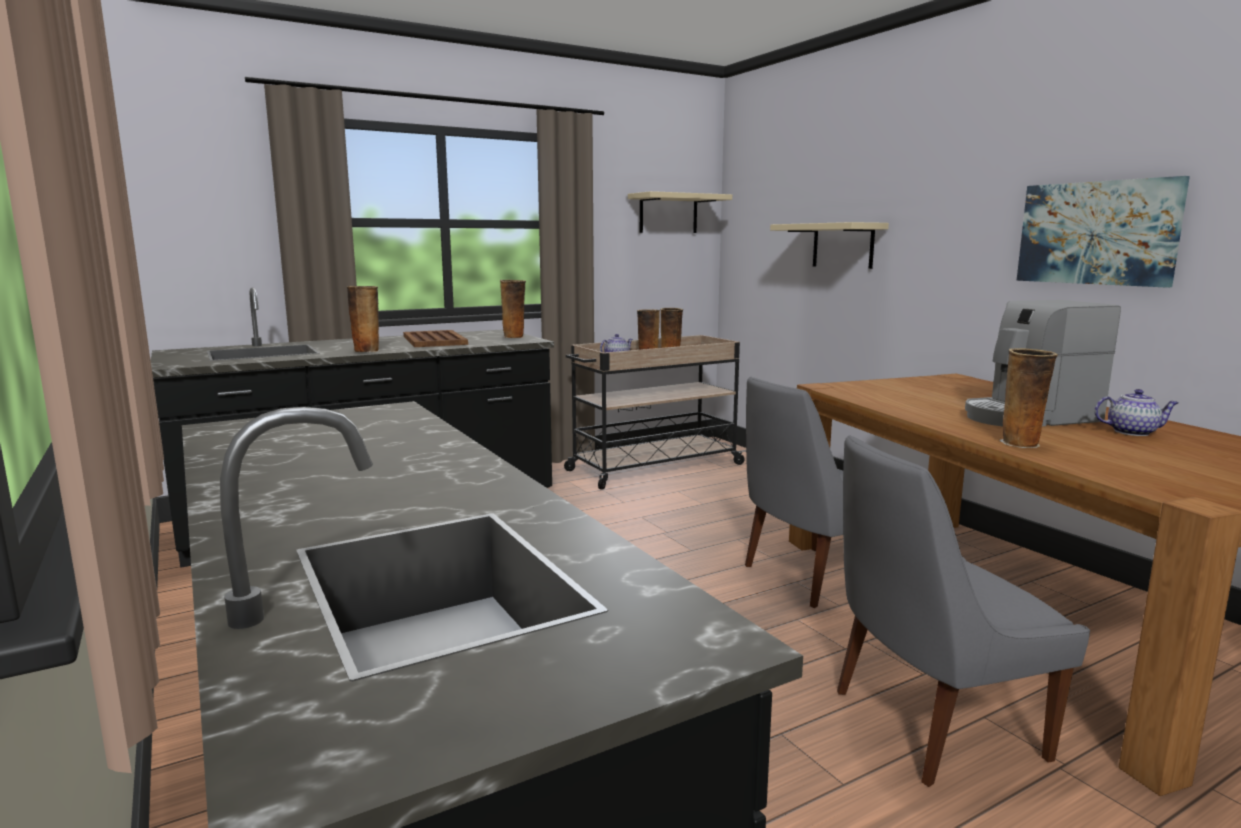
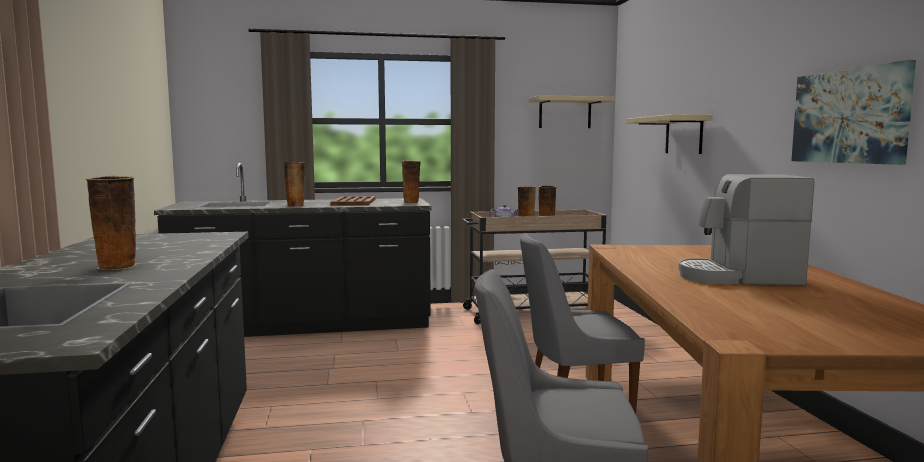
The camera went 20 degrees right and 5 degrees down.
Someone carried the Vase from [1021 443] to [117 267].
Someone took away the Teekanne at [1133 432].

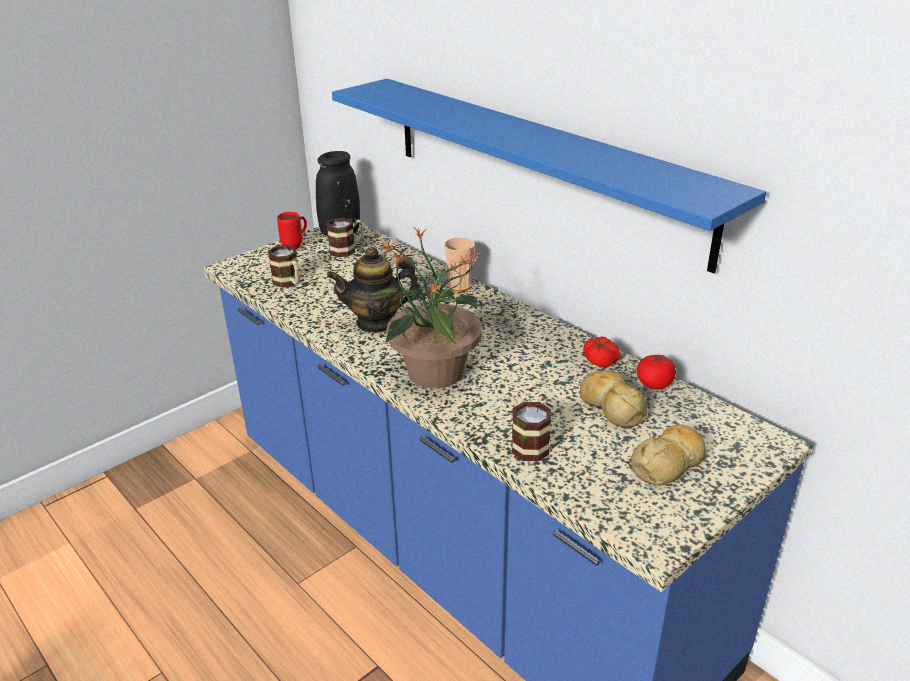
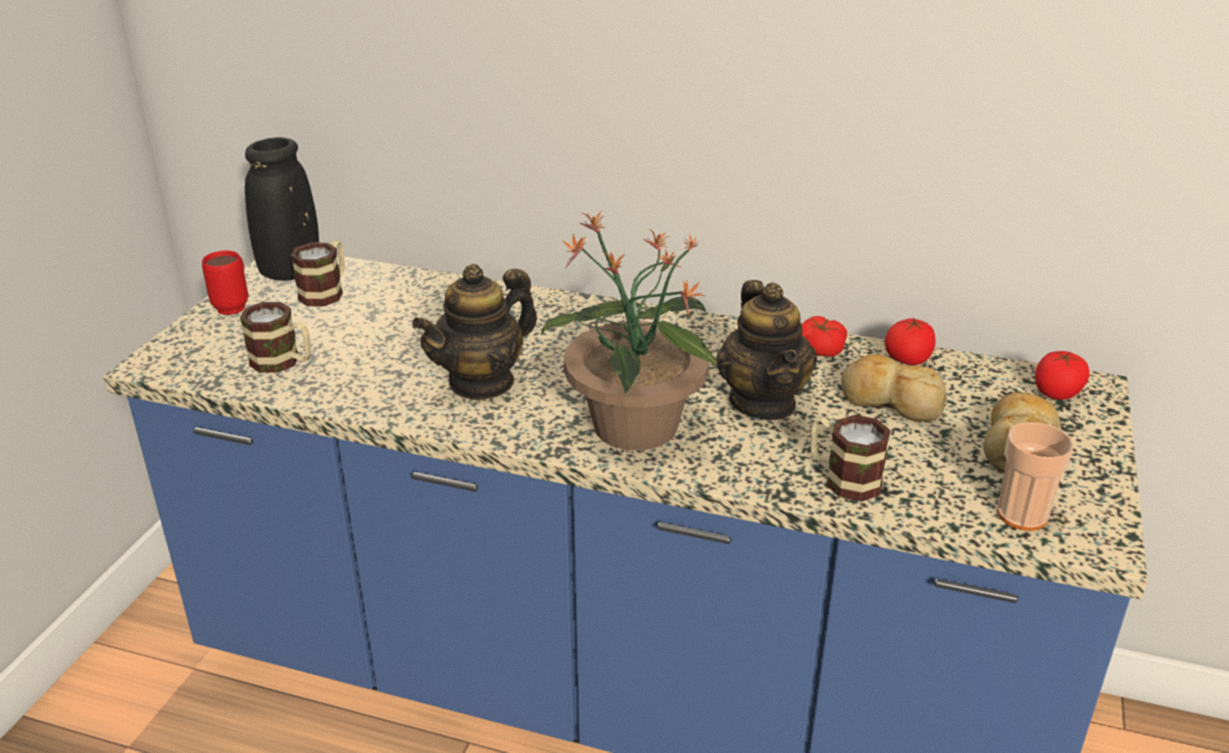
The camera went 30 degrees left and 0 degrees up.
Someone took away the Wandregal/blau at [539 165].
Someone carried the Tasse from [459 285] to [1022 515].
Someone put down the Teekanne at [763 402].
Someone put down the Tomate at [1056 393].

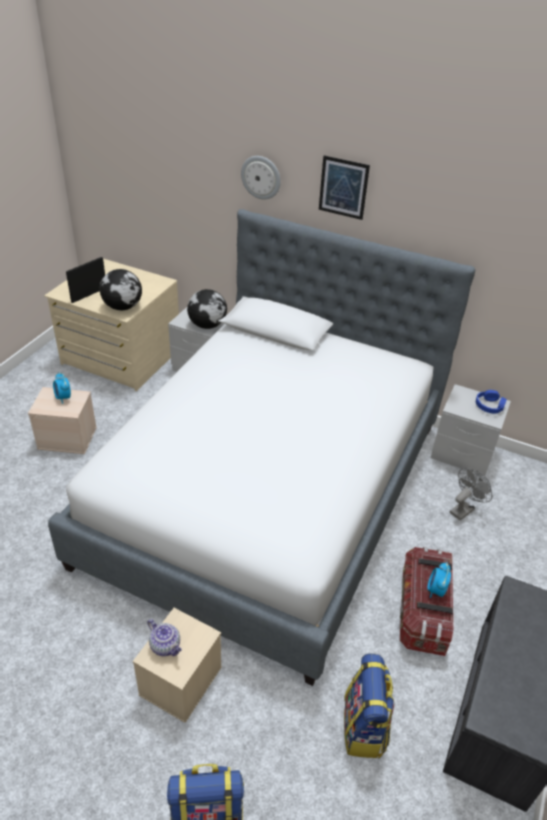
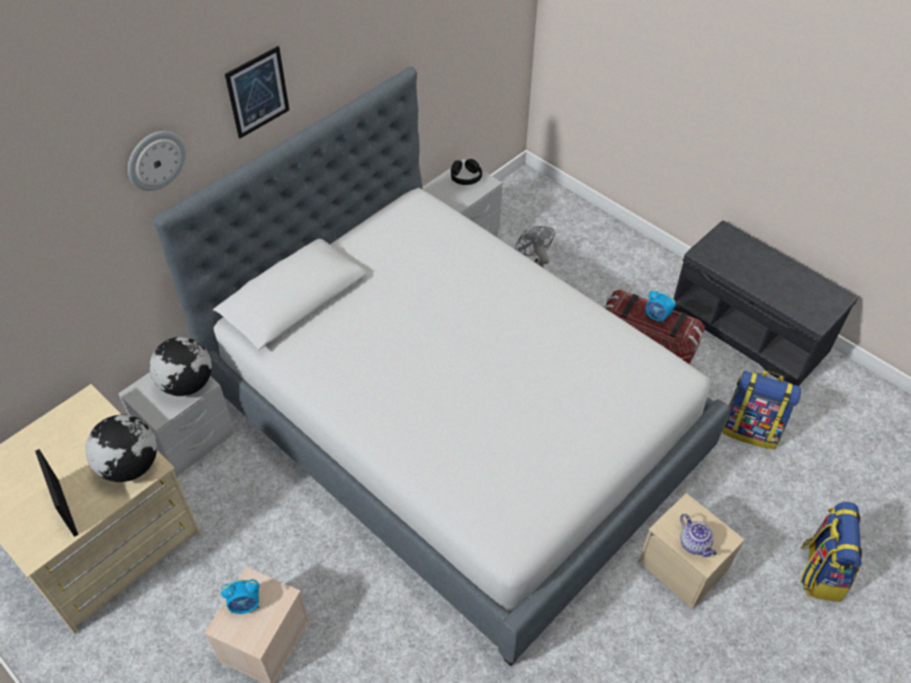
The camera went 70 degrees left and 10 degrees up.
Someone repainted the Kopfhörer/blau at [489 406], which became the Kopfhörer/schwarz at [466 177].
Someone rotated the Teekanne at [166 646] by 90 degrees clockwise.

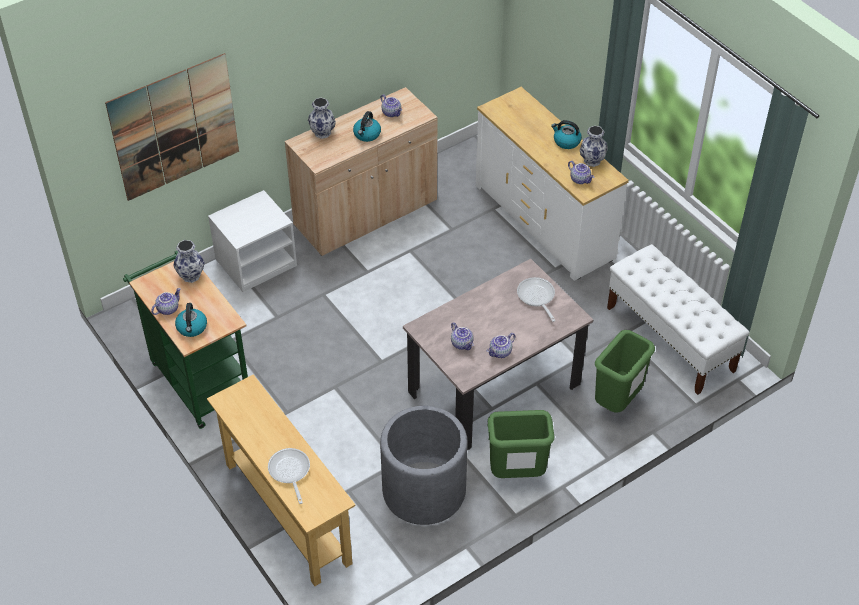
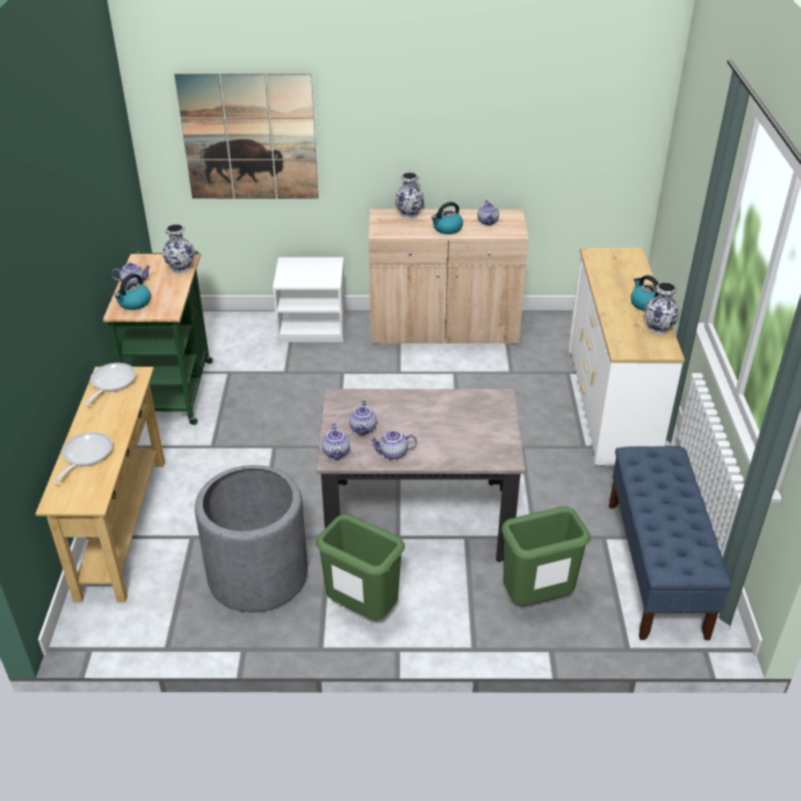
The camera went 35 degrees right and 10 degrees down.
Someone carried the Teekanne from [580 179] to [337 452].
Someone repainted the Bank/weiß at [670 339], which became the Bank/blau at [656 568].
Someone carried the Pfanne from [536 297] to [111 383].

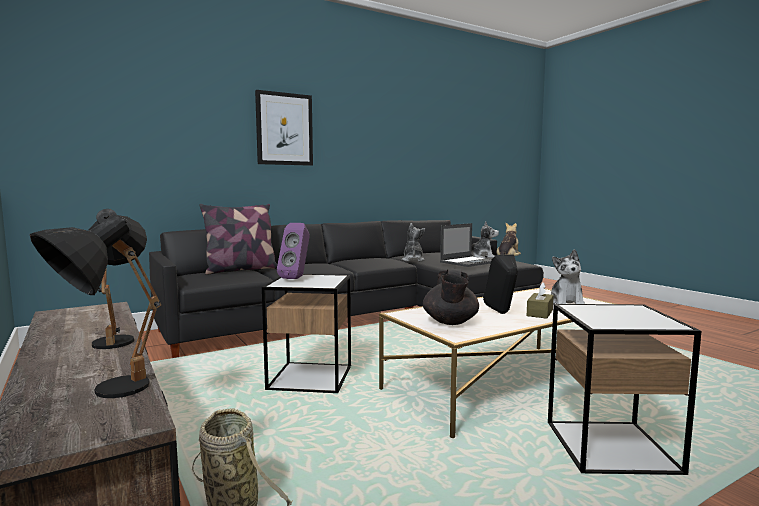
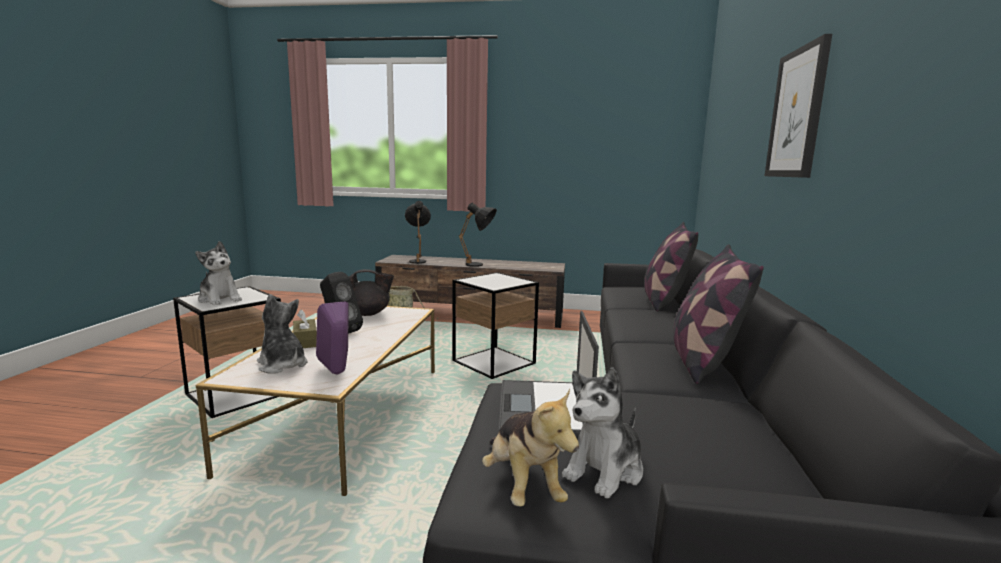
The camera went 130 degrees right and 5 degrees up.
Someone carried the Lautsprecher/lila from [296 278] to [337 373].
Someone carried the Plüschtier from [412 260] to [220 299].
Someone rotated the Teekanne/schwarz at [450 322] by 120 degrees clockwise.
Someone put down the Kissen at [702 362].

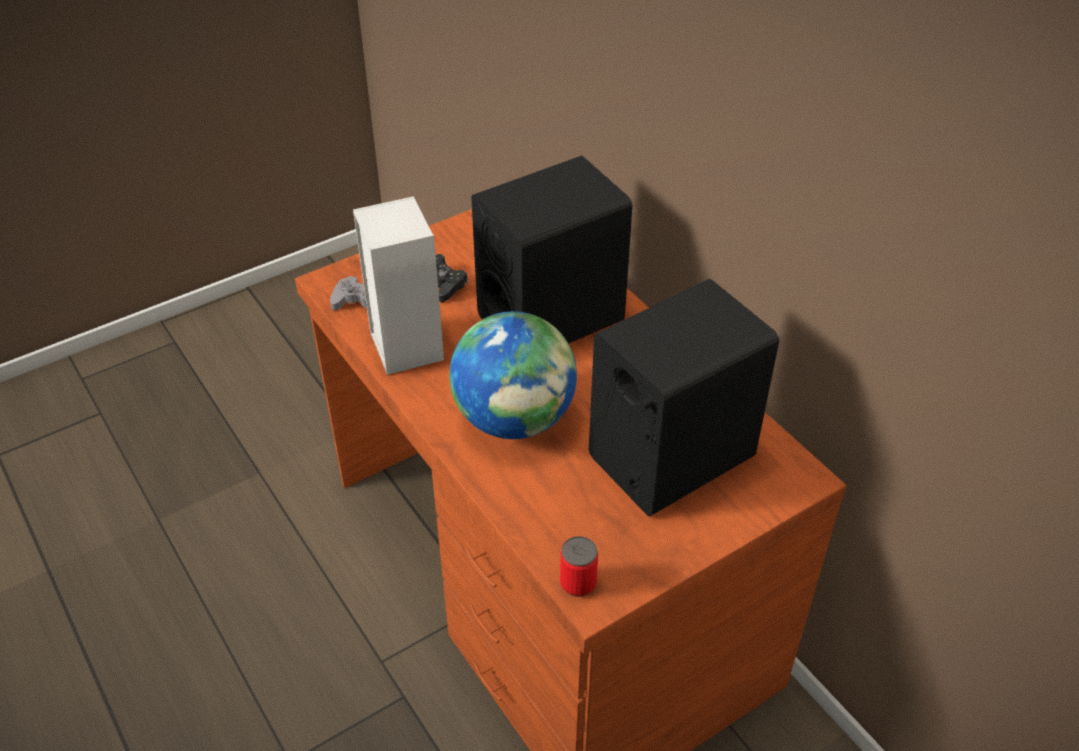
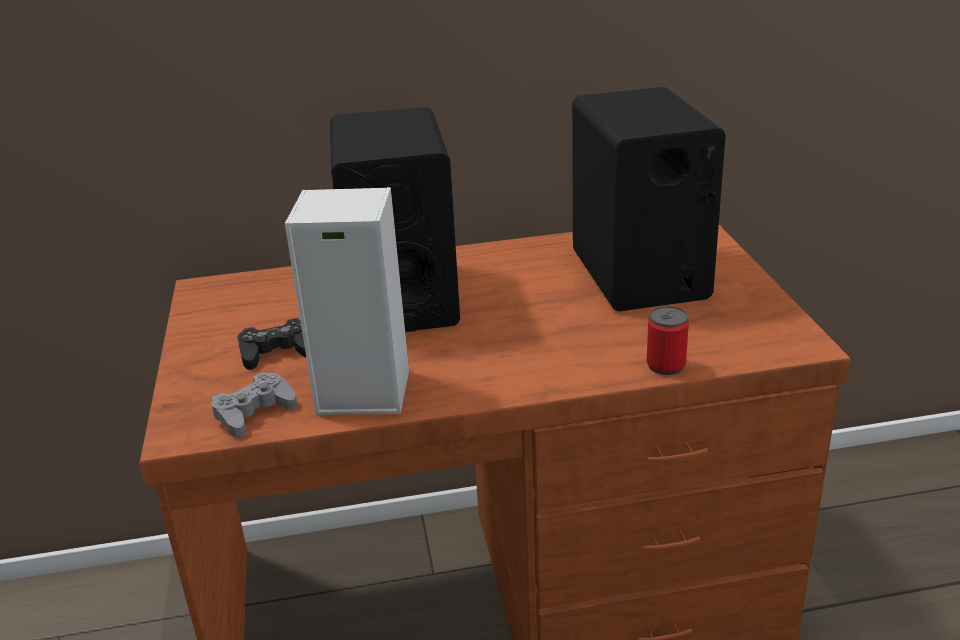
The camera went 65 degrees left and 15 degrees down.
Someone took away the Globus at [514 419].
Someone carried the Dose from [578 583] to [665 365].

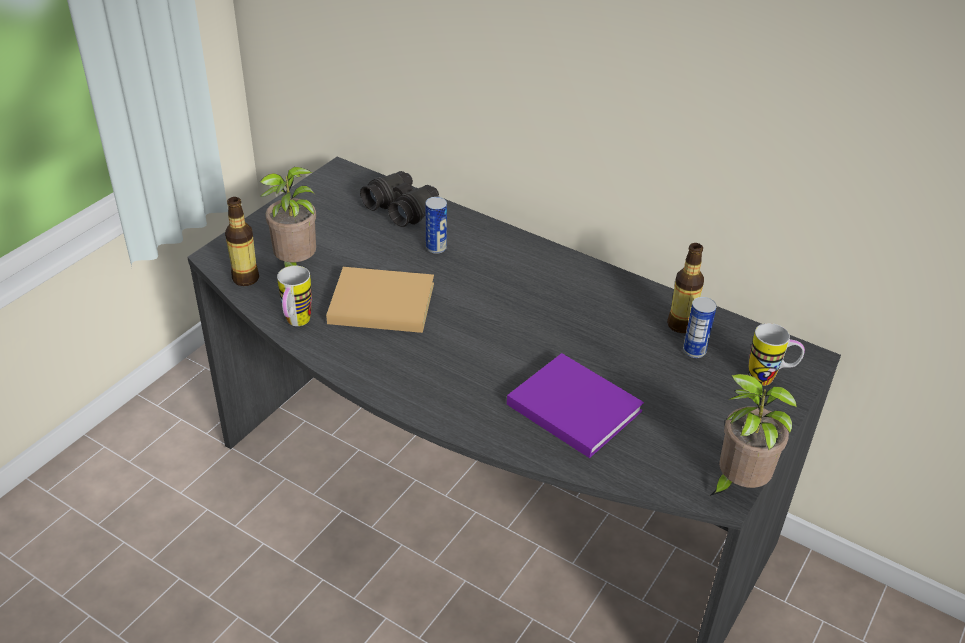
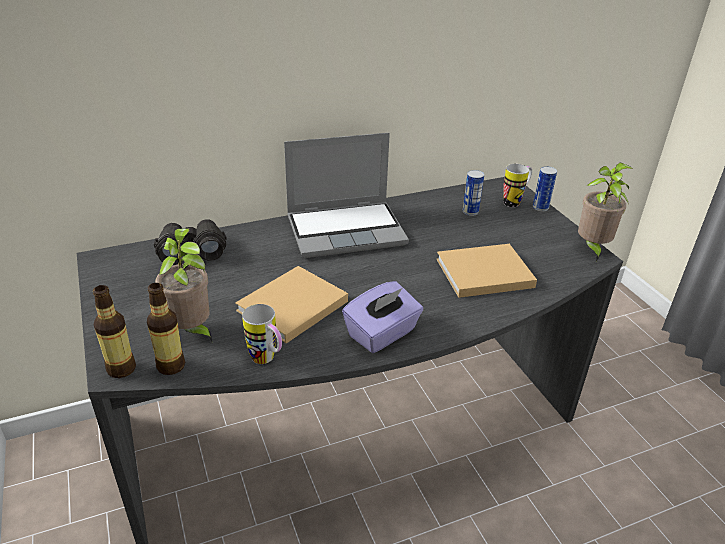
The camera went 55 degrees left and 5 degrees down.
Someone carried the Dose from [436 248] to [540 207].
Someone carried the Flasche from [680 325] to [121 369].
Someone repainted the Buch/lila at [571 406], which became the Buch/beige at [481 273].
Someone put down the Laptop at [347 230].
Someone put down the Taschentuchbox/lila at [382 334].

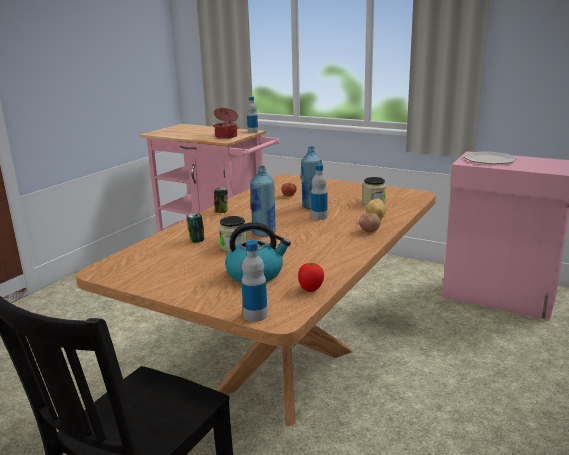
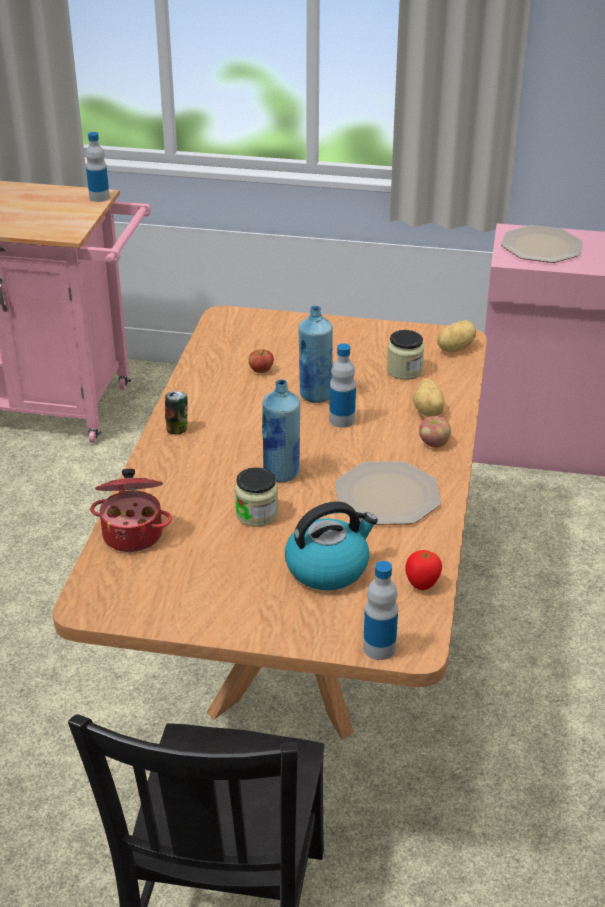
The camera went 20 degrees left and 15 degrees up.
Someone carried the Kochtopf from [226 136] to [133 534].
Someone took away the Dose at [196 240].
Someone put down the Kartoffel at [454 348].
Someone put down the Teller at [386 495].

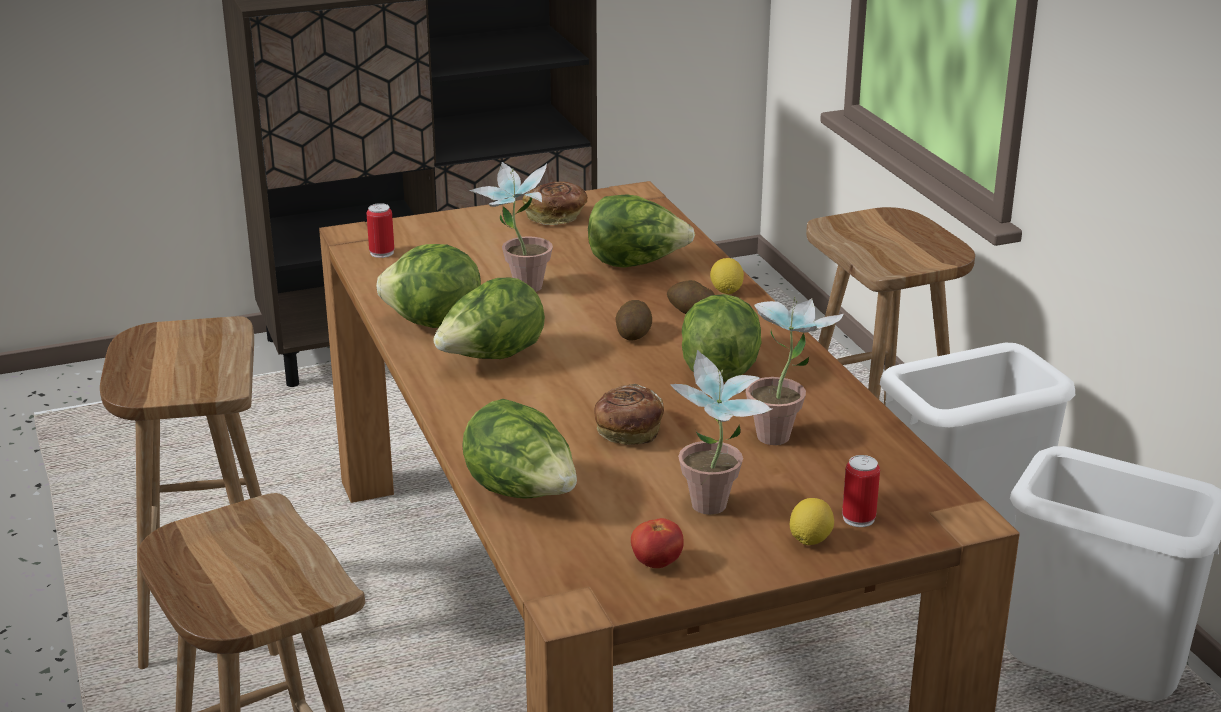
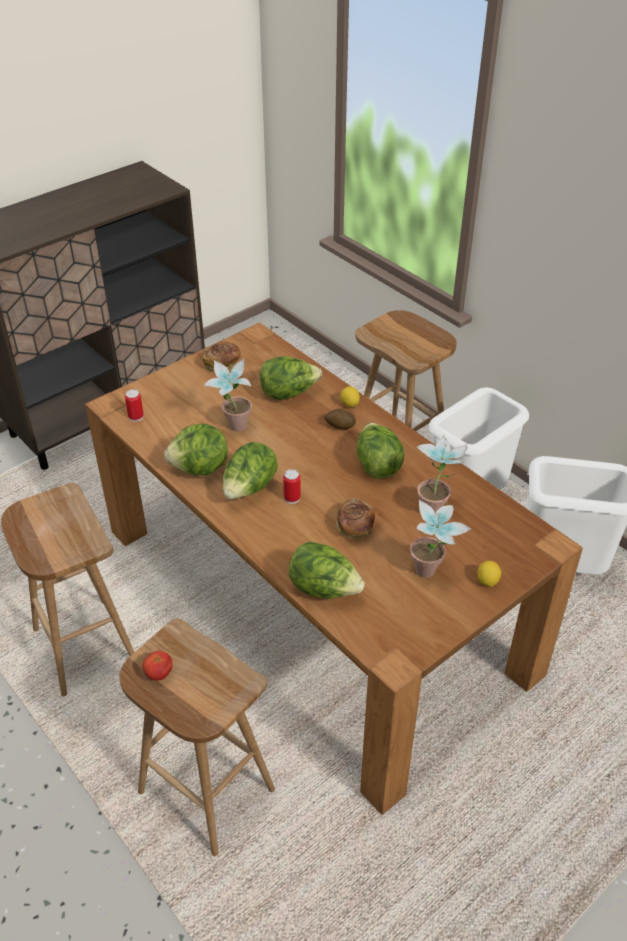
The camera went 20 degrees left and 15 degrees up.
Someone took away the Kartoffel at [633 334].
Someone carried the Dose from [858 518] to [292 498].
Someone carried the Tomate from [656 563] to [159 674].

